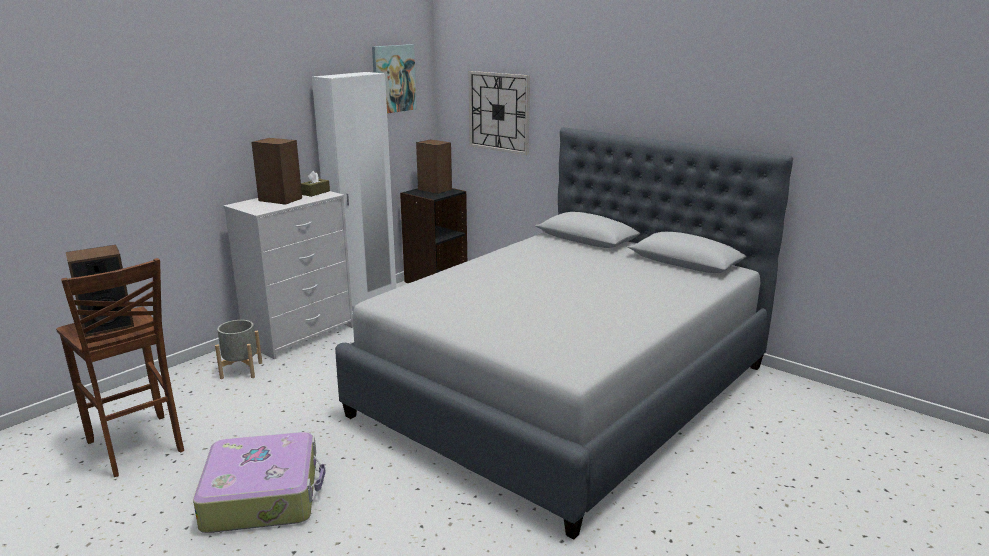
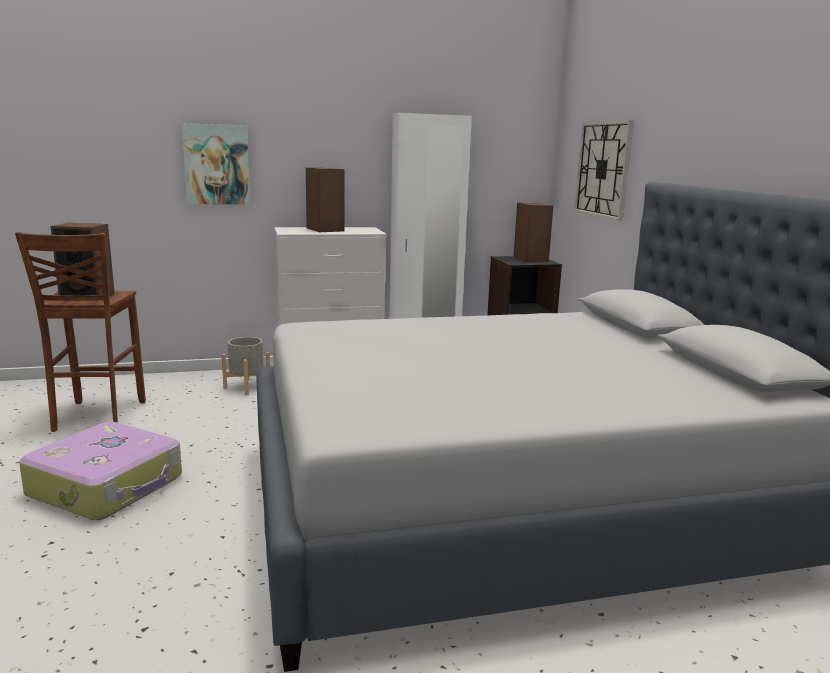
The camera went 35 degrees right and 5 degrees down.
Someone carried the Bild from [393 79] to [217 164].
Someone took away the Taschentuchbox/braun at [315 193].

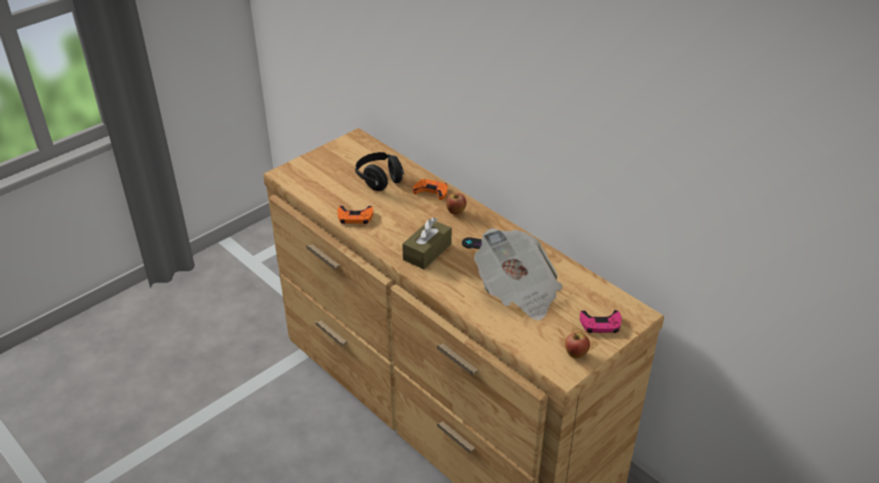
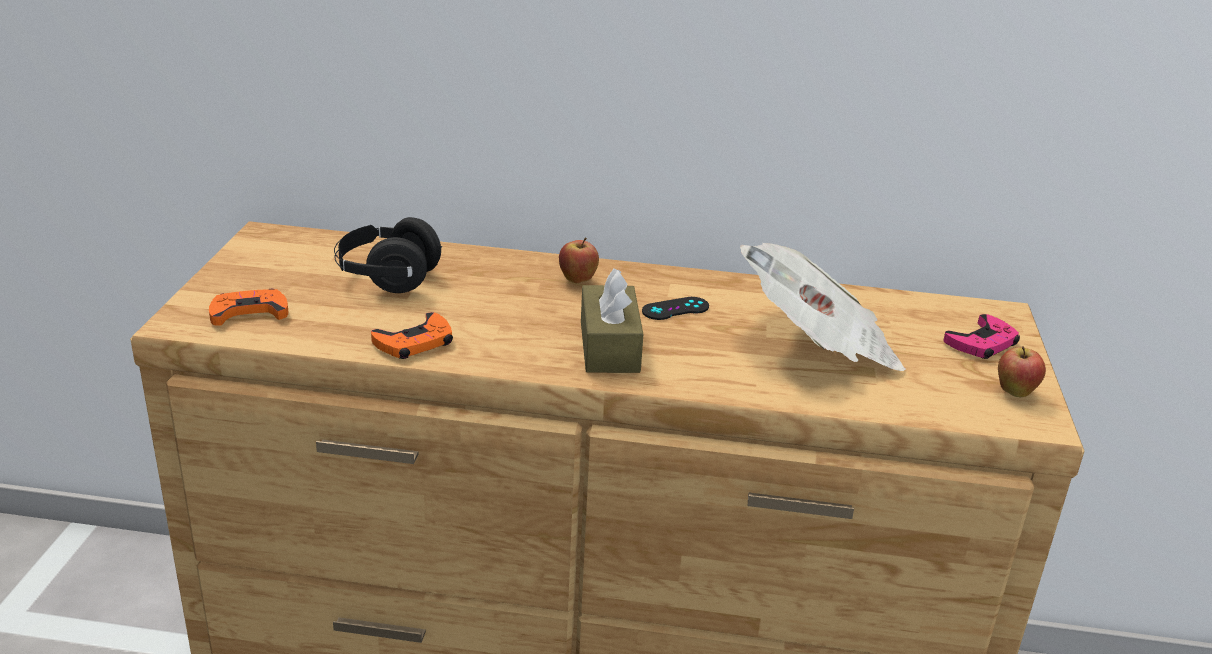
The camera went 40 degrees left and 10 degrees down.
Someone carried the Gamepad/orange from [431 191] to [249 312].

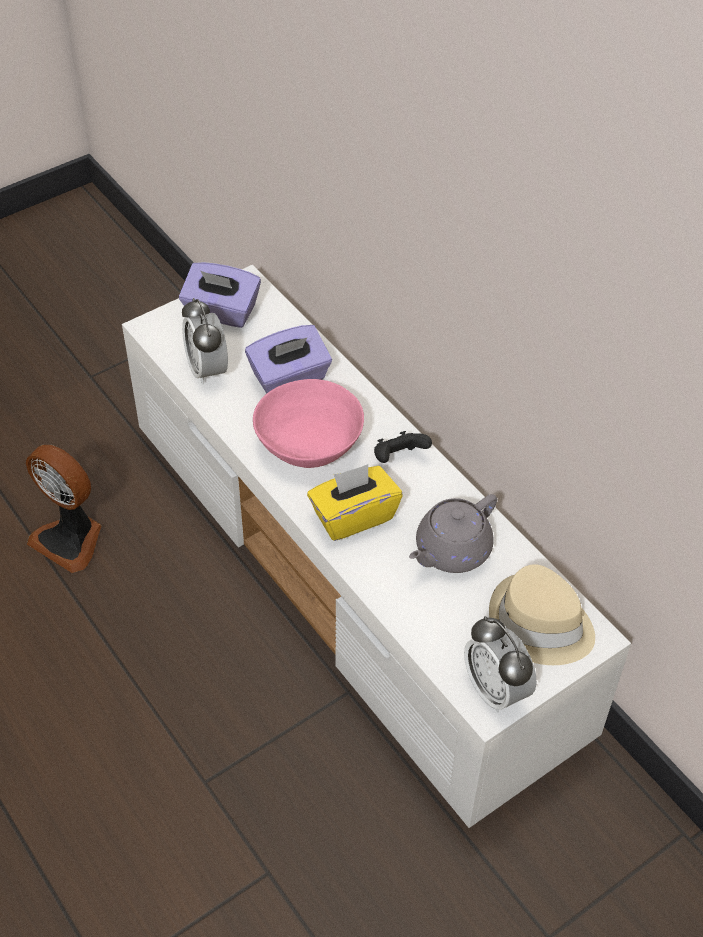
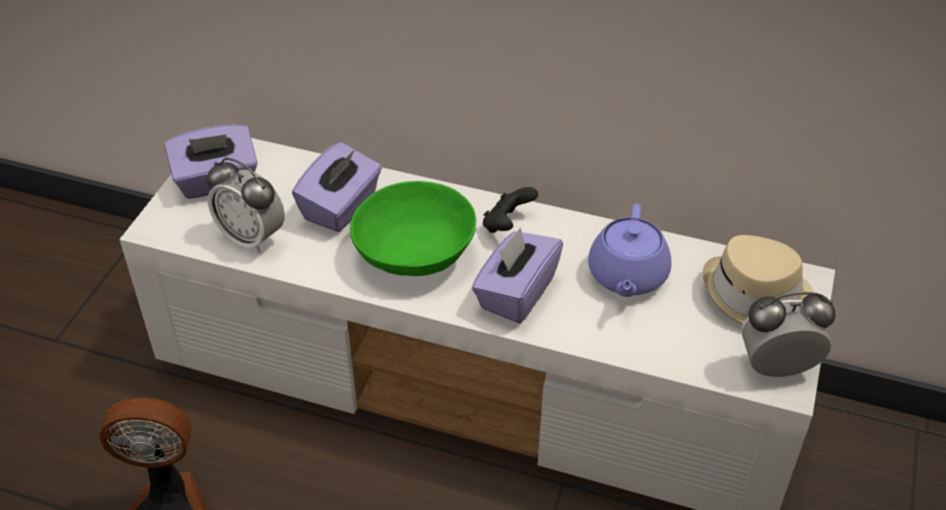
The camera went 35 degrees left and 5 degrees down.
Someone repainted the Schüssel/rosa at [310 443], which became the Schüssel/grün at [415 252].
Someone repainted the Taschentuchbox/gelb at [353 516], which became the Taschentuchbox/lila at [516 293].
Someone repainted the Teekanne/grau at [451 550], which became the Teekanne/lila at [627 276].
Someone rotated the Wecker at [495 689] by 150 degrees clockwise.

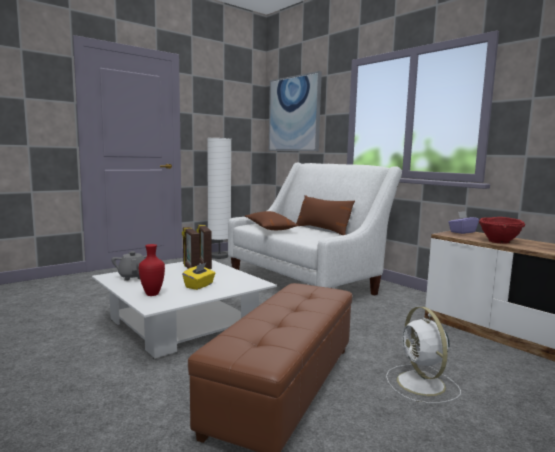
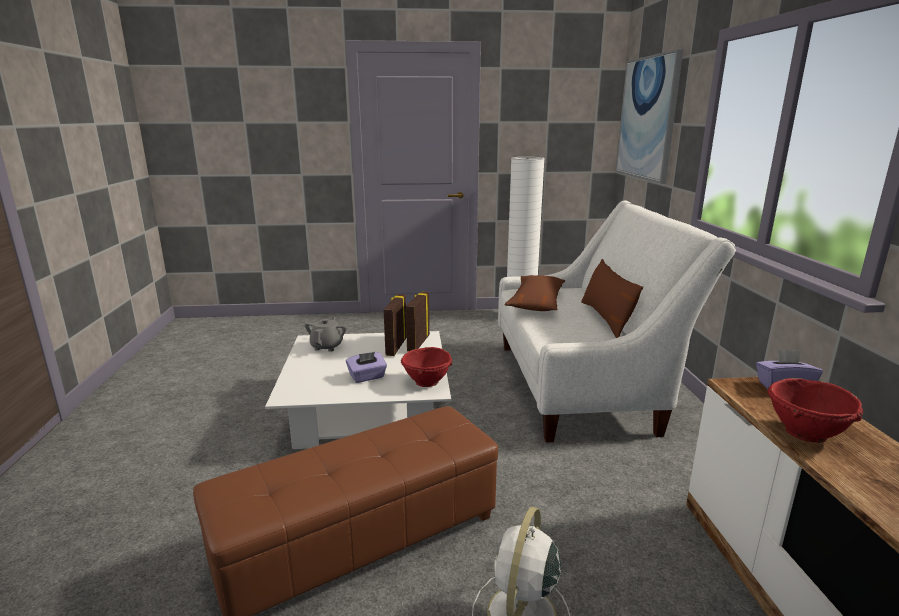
The camera went 35 degrees right and 10 degrees up.
Someone took away the Vase/rot at [152 294].
Someone repainted the Taschentuchbox/gelb at [199 286], which became the Taschentuchbox/lila at [367 377].
Someone put down the Schüssel/rot at [427 382].

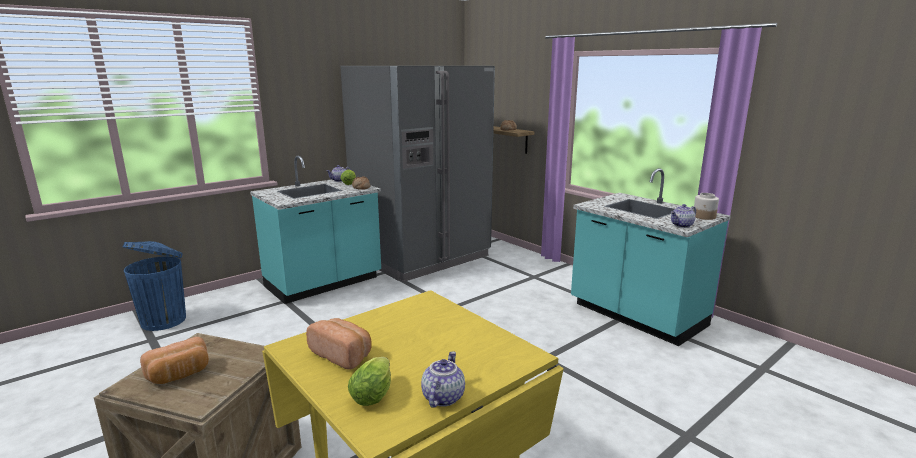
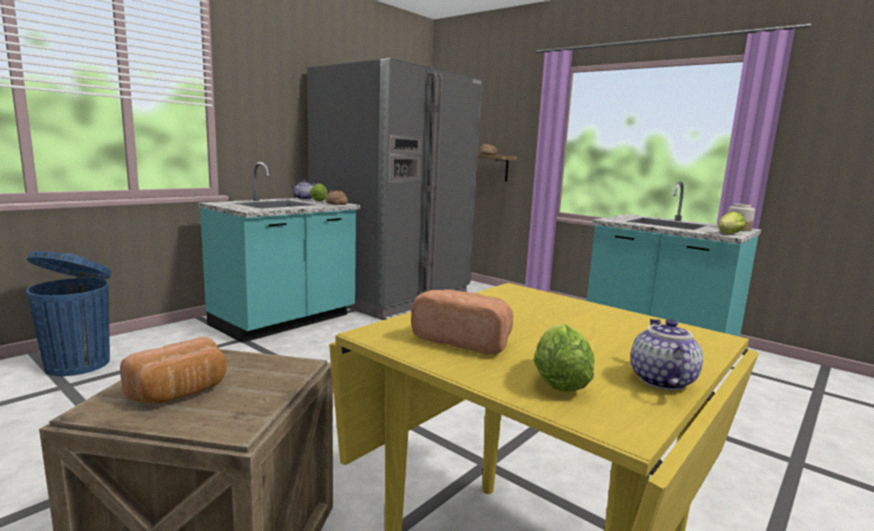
The camera went 10 degrees left and 5 degrees down.
Someone swapped the Teekanne at [682 225] for the Salatkopf at [727 234].

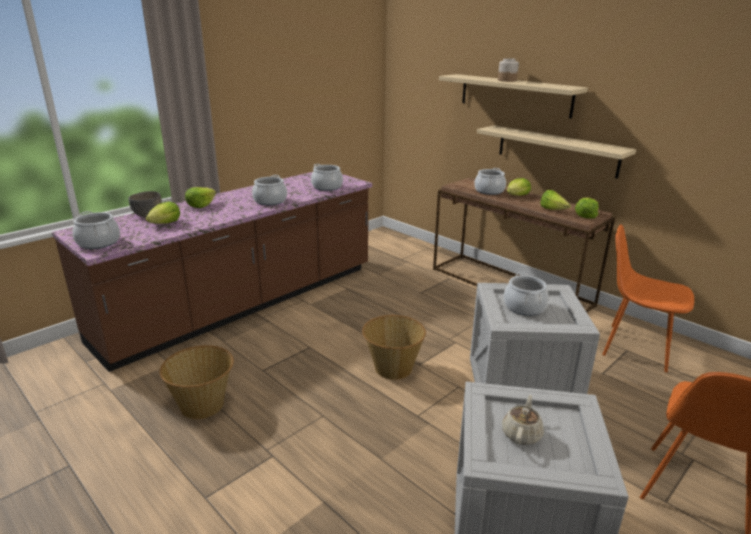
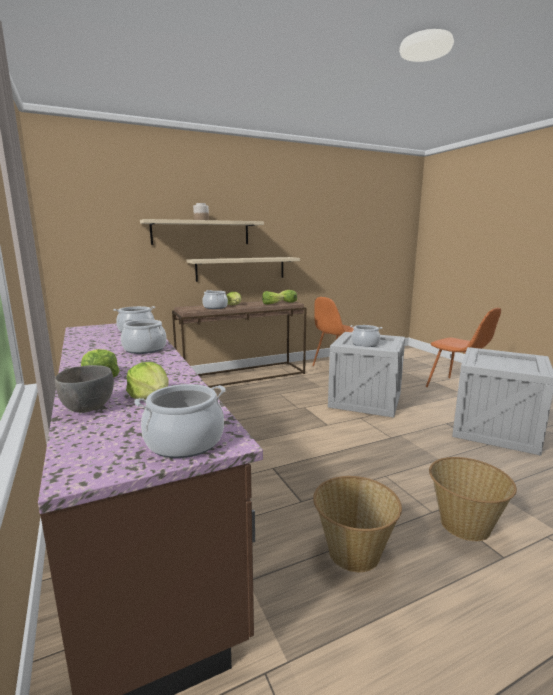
The camera went 70 degrees left and 10 degrees down.
Someone carried the Korb from [392 368] to [464 525].
Someone took away the Teekanne/beige at [521 434].

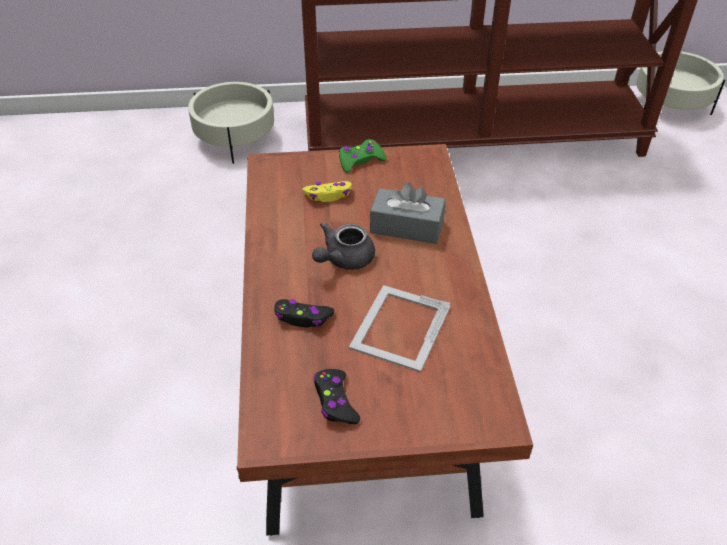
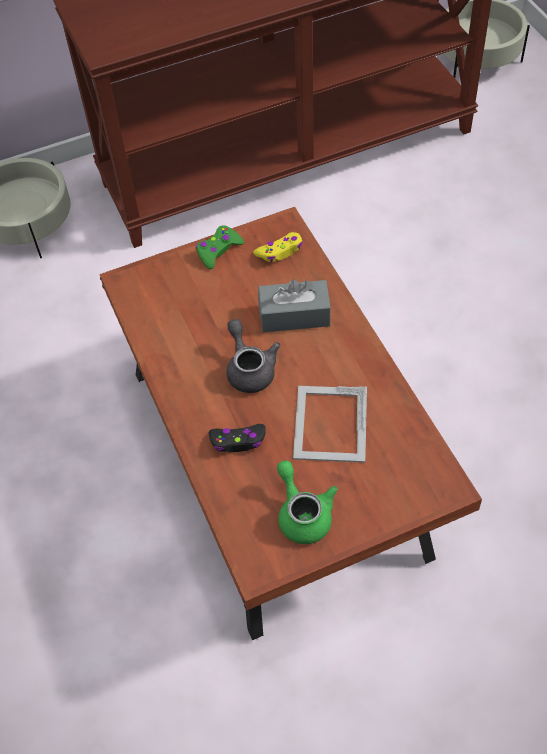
The camera went 15 degrees left and 10 degrees up.
Someone carried the Gamepad/gelb from [328 195] to [280 251].
Someone rotated the Teekanne/grau at [343 259] by 135 degrees clockwise.
Someone swapped the Gamepad/schwarz at [335 401] for the Teekanne/grün at [303 513].

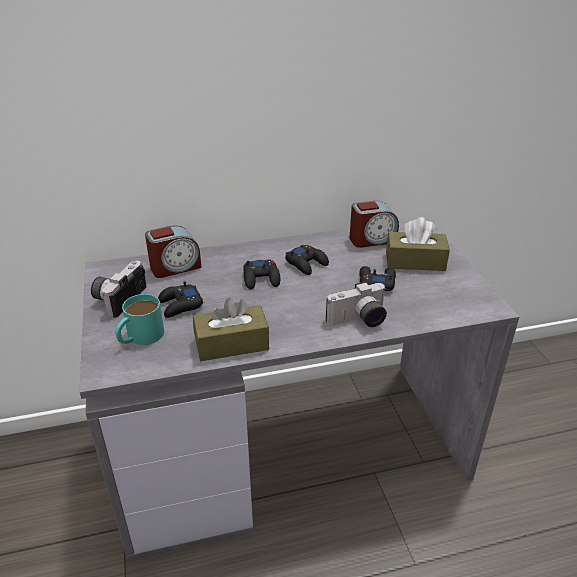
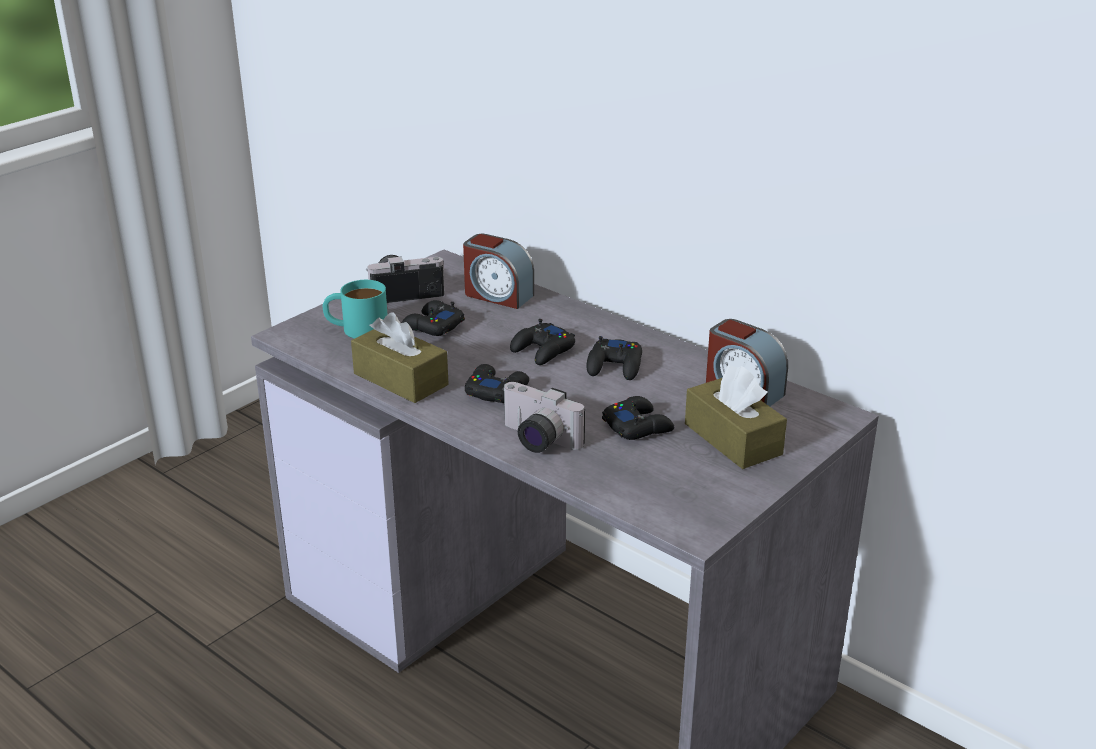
The camera went 55 degrees right and 5 degrees down.
Someone put down the Gamepad/schwarz at [496 390].

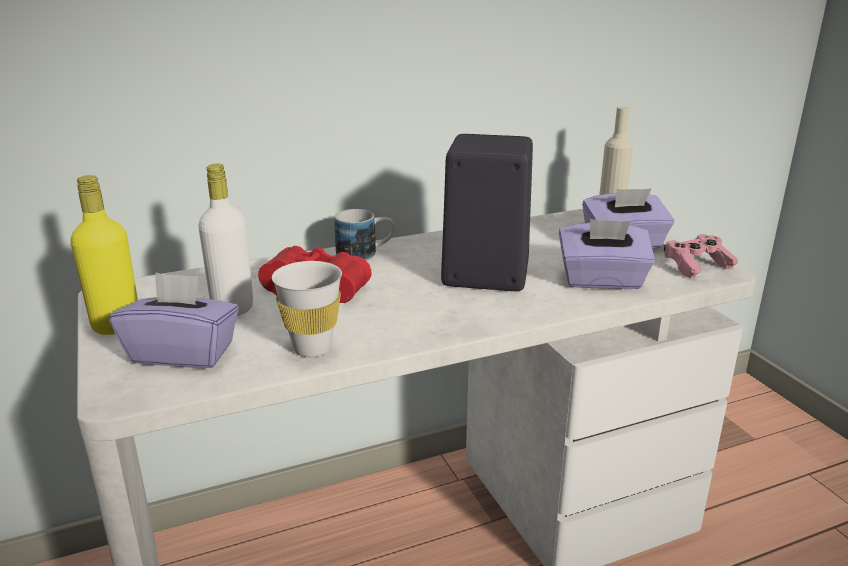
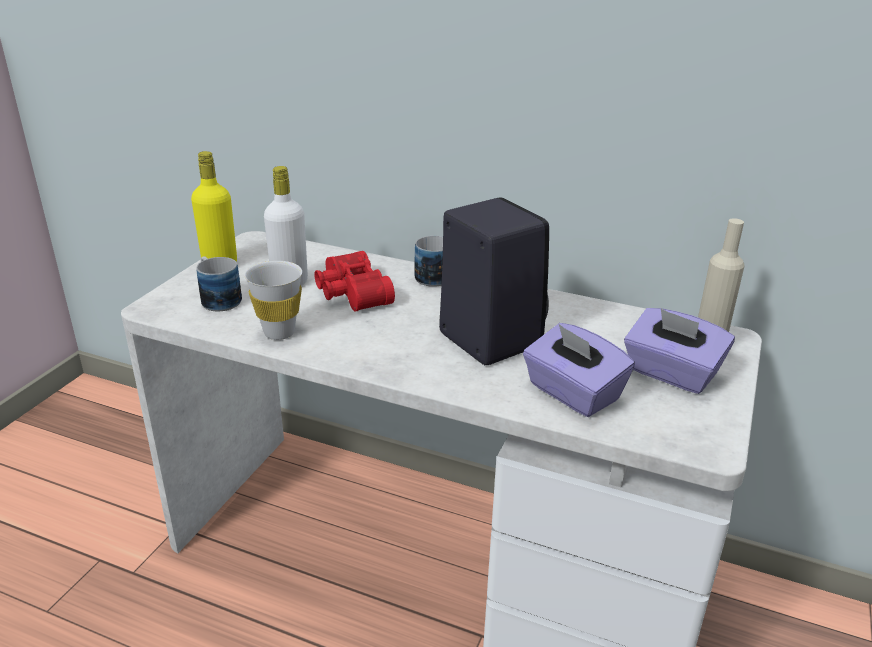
The camera went 45 degrees right and 5 degrees up.
Someone took away the Gamepad/rosa at [697 266].
Someone swapped the Taschentuchbox/lila at [183 353] for the Henkelbecher at [217 298].

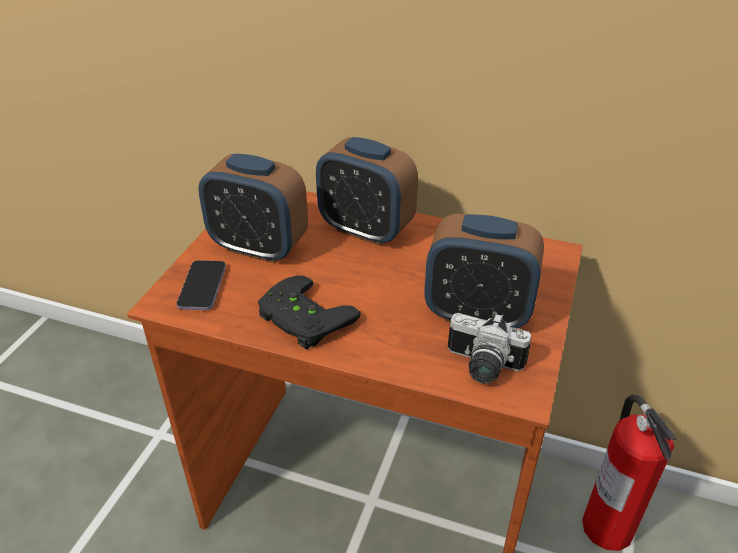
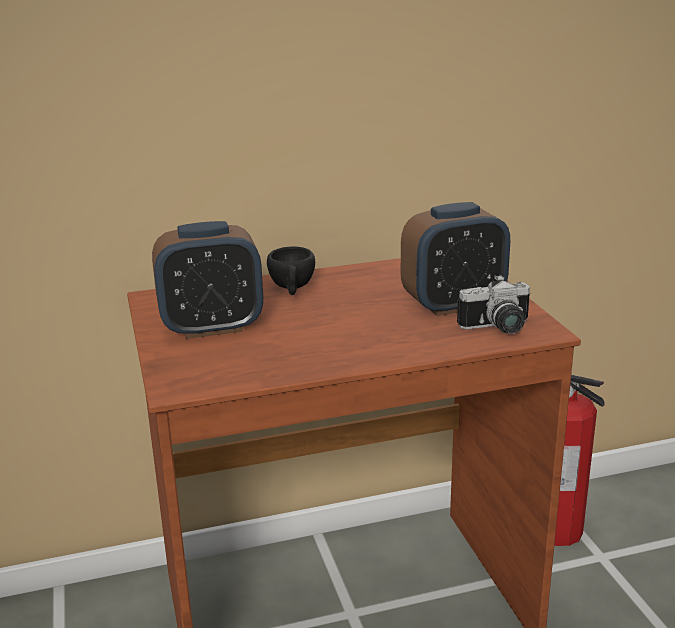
The camera went 35 degrees left and 15 degrees down.
Someone swapped the Wecker at [366 229] for the Tasse/schwarz at [292 289].
Someone took away the Handy at [202 287].
Someone took away the Gamepad/schwarz at [301 319].

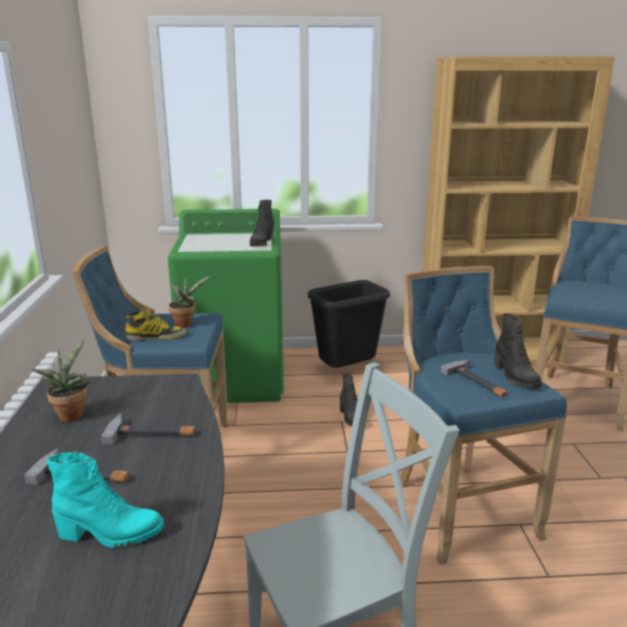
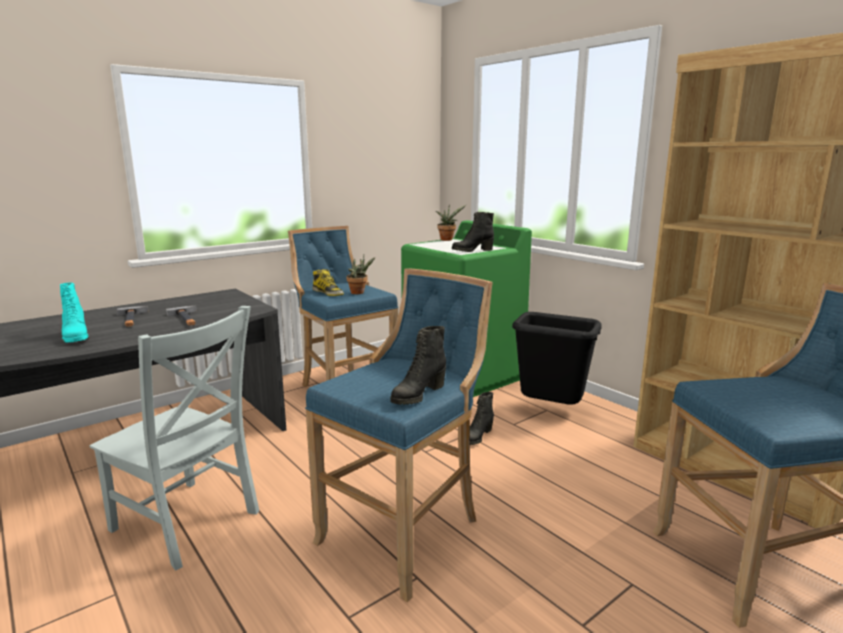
The camera went 55 degrees right and 5 degrees down.
Someone carried the Topfpflanze from [71 414] to [447 239].
Someone took away the Hammer at [478 382].

